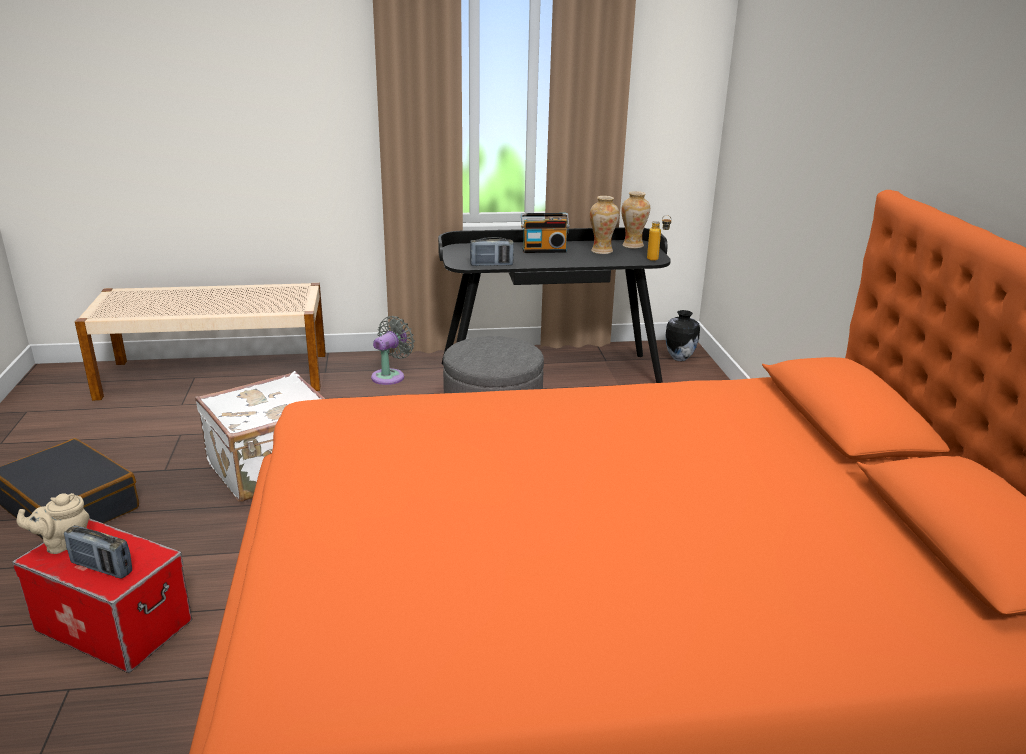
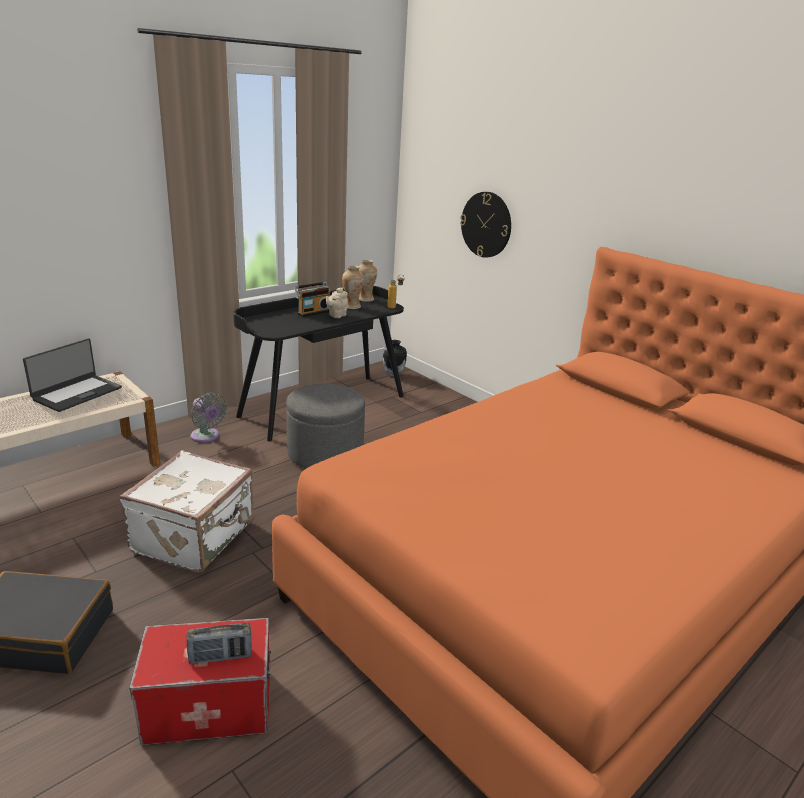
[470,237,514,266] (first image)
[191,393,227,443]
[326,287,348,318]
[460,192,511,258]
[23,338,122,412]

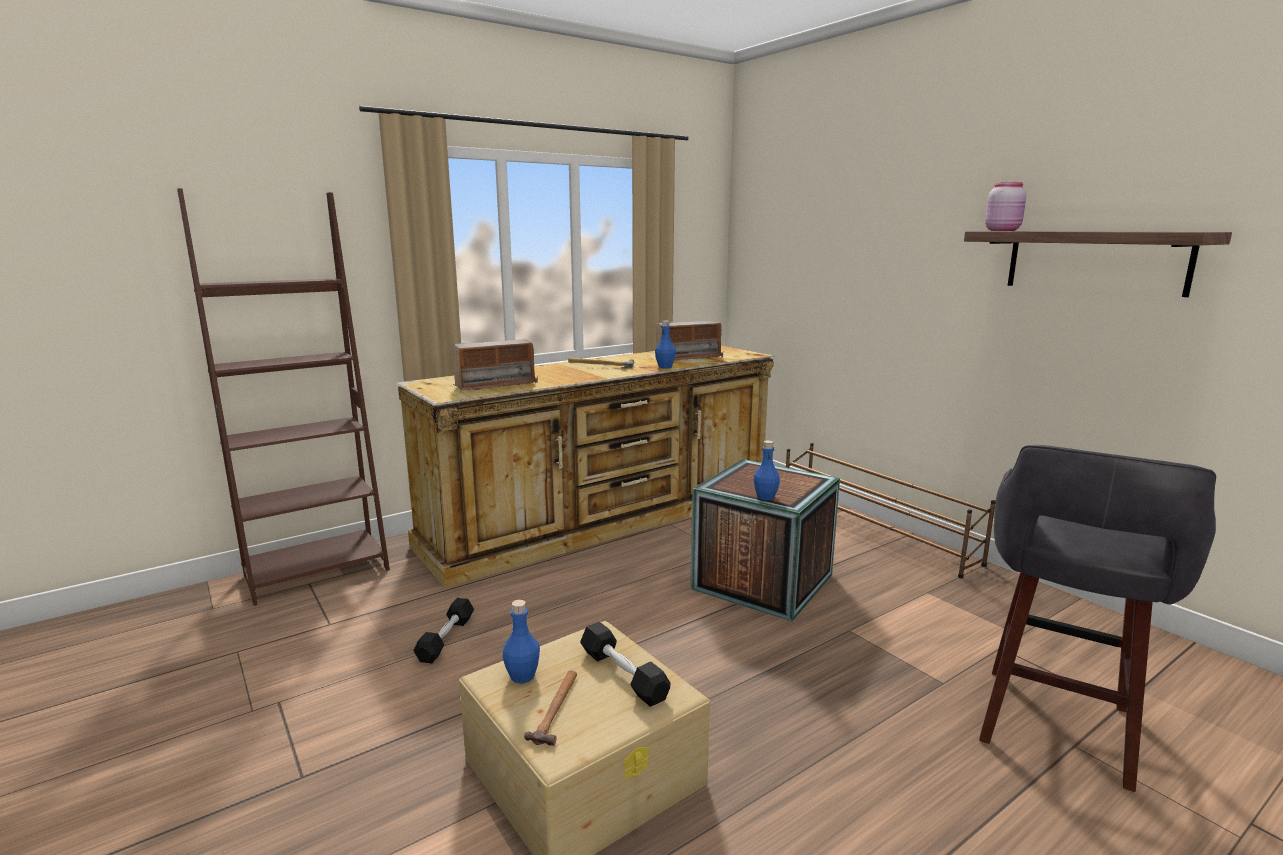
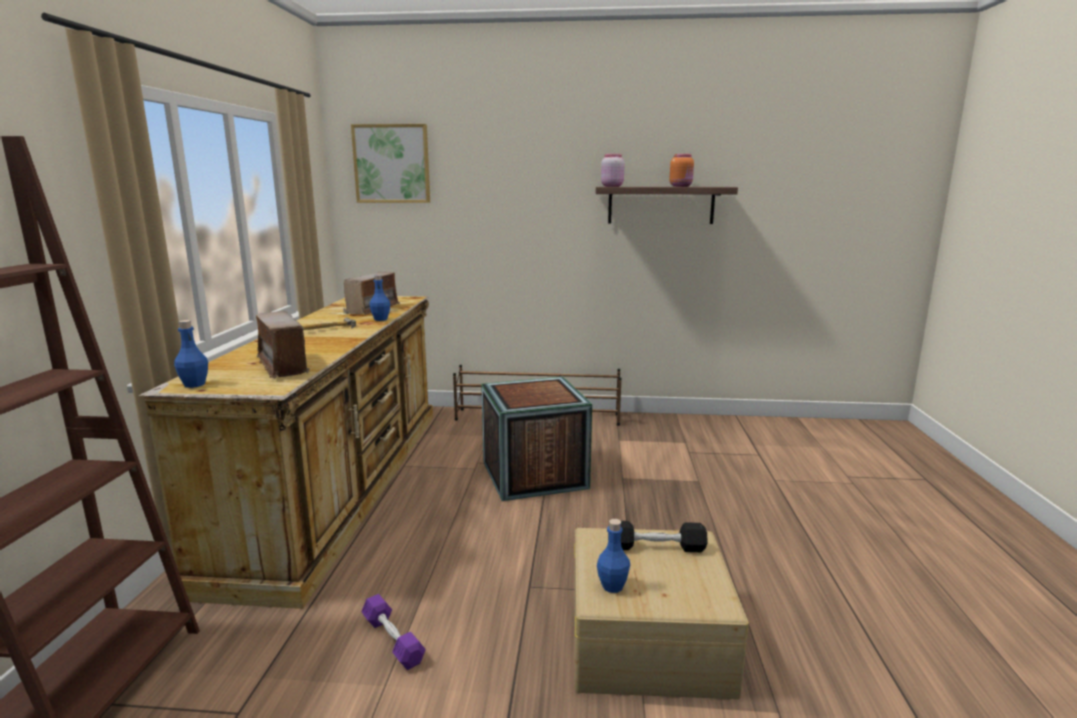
[256,311,311,379]
[174,320,208,388]
[979,445,1216,792] (first image)
[361,594,426,670]
[524,671,577,746] (first image)
[351,124,430,203]
[669,154,694,187]

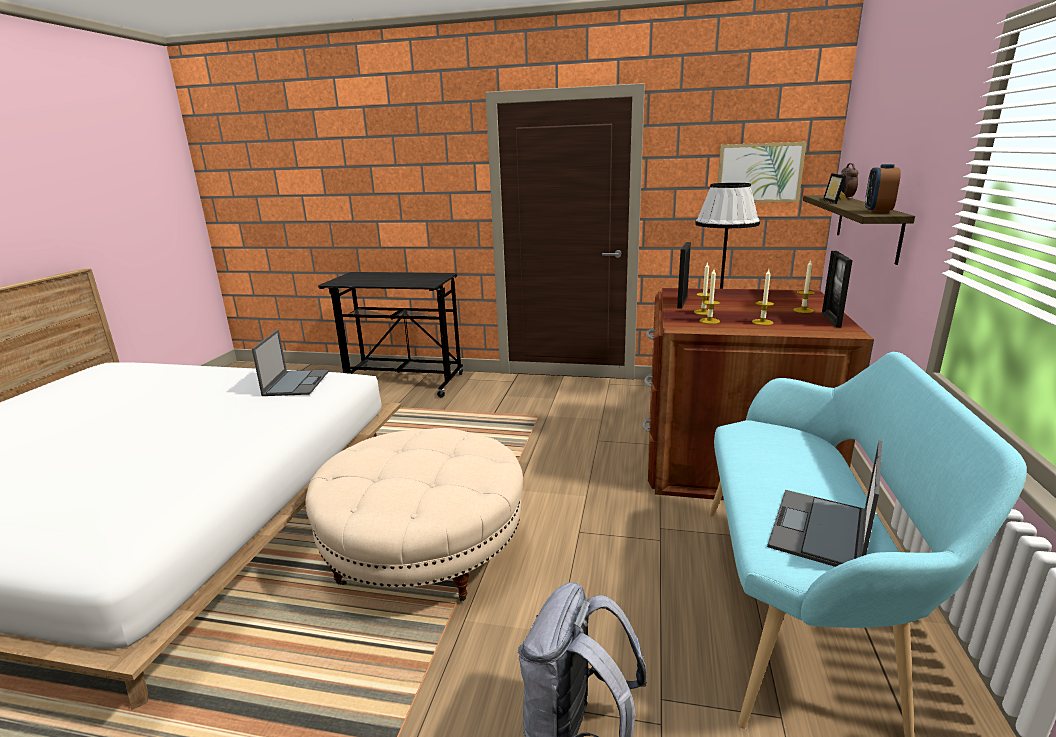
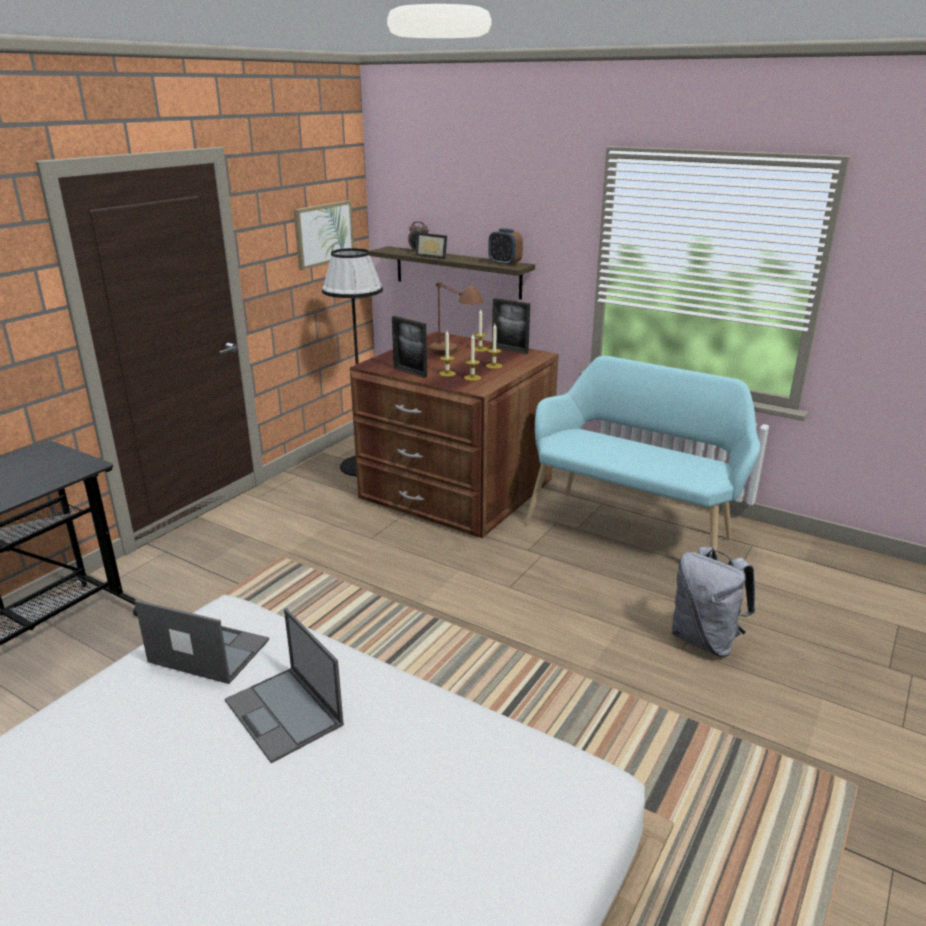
[305,428,523,601] (first image)
[225,608,344,763]
[429,282,484,355]

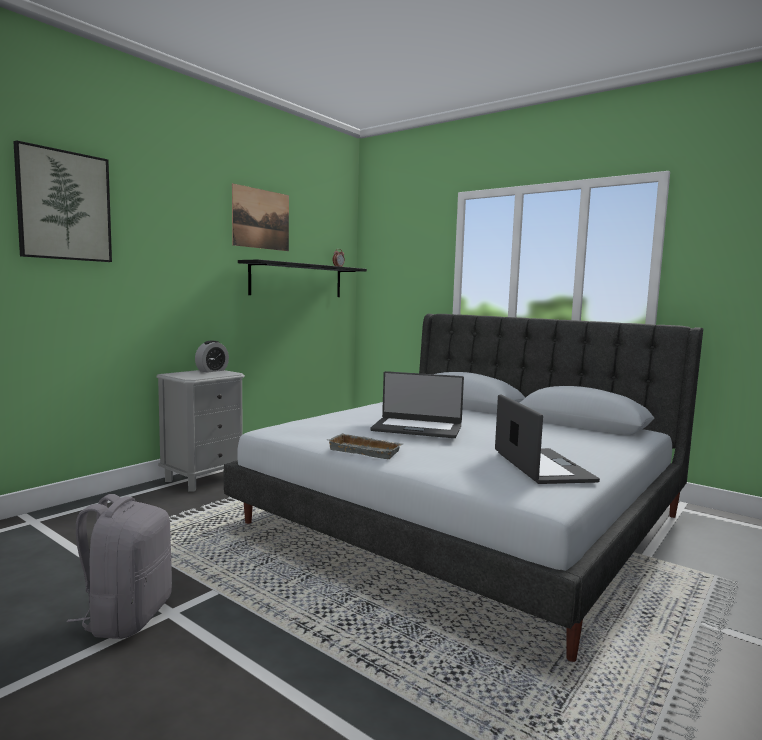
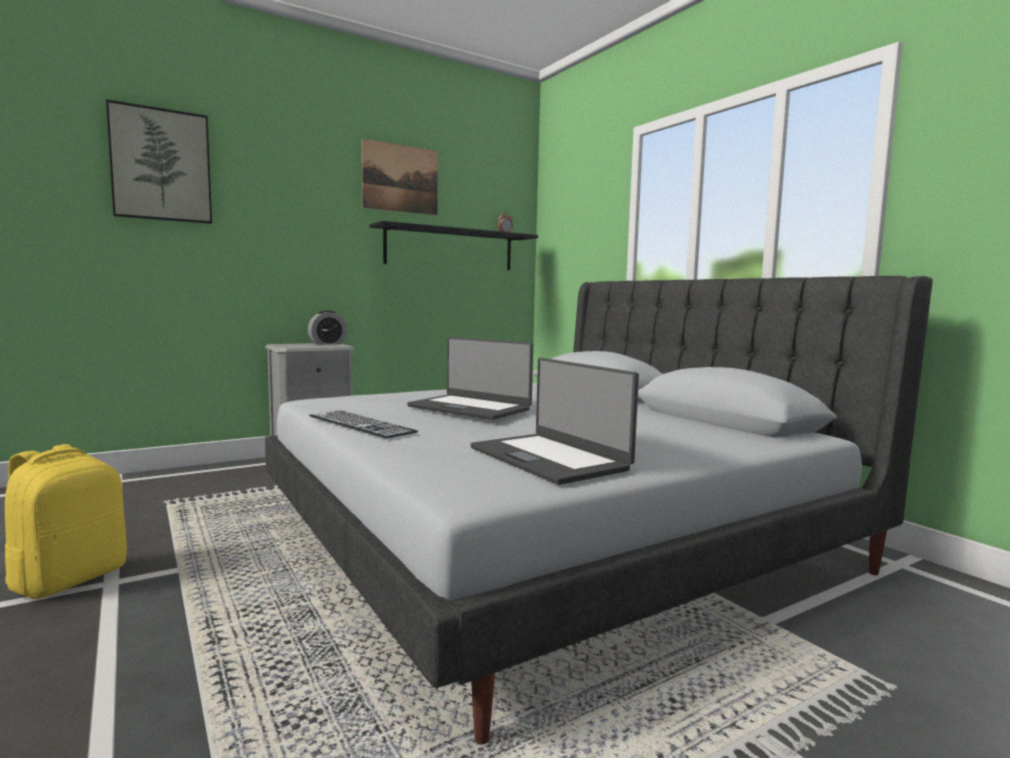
[471,358,639,485]
[309,410,418,438]
[5,444,127,599]

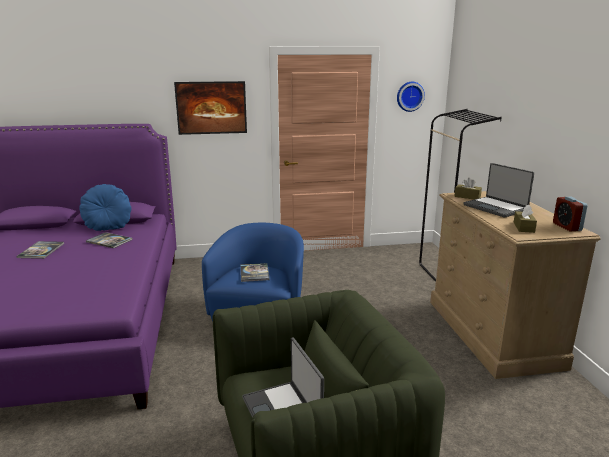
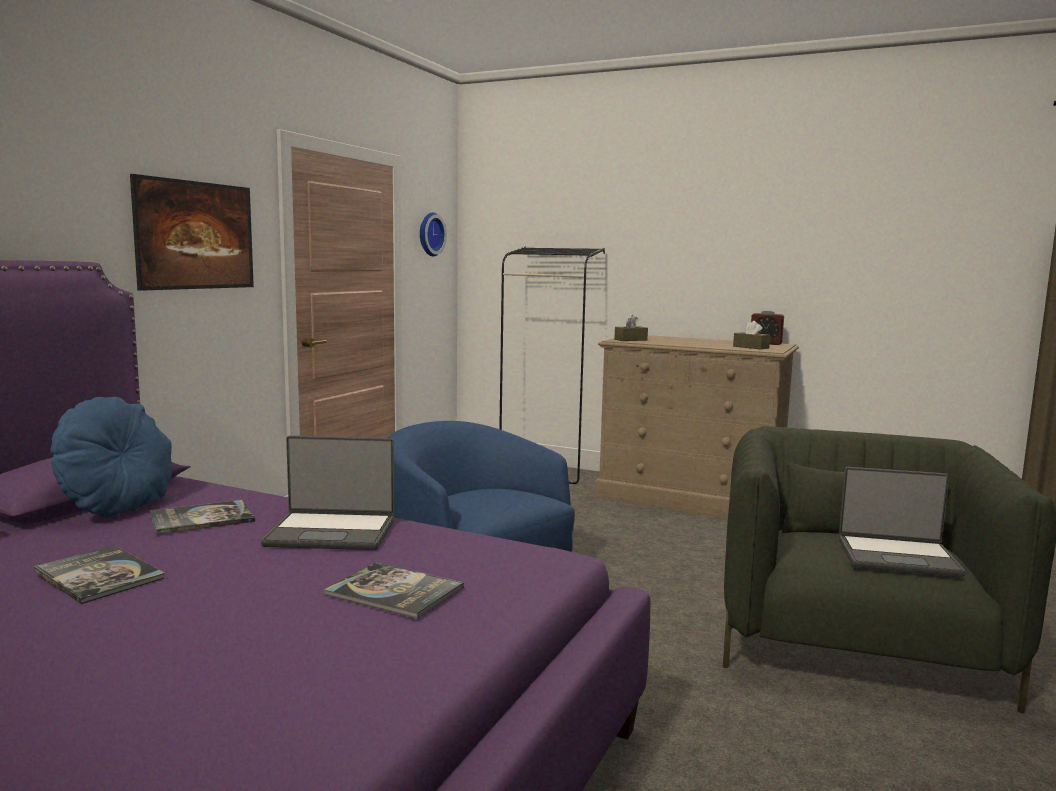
[261,435,395,550]
[324,562,464,619]

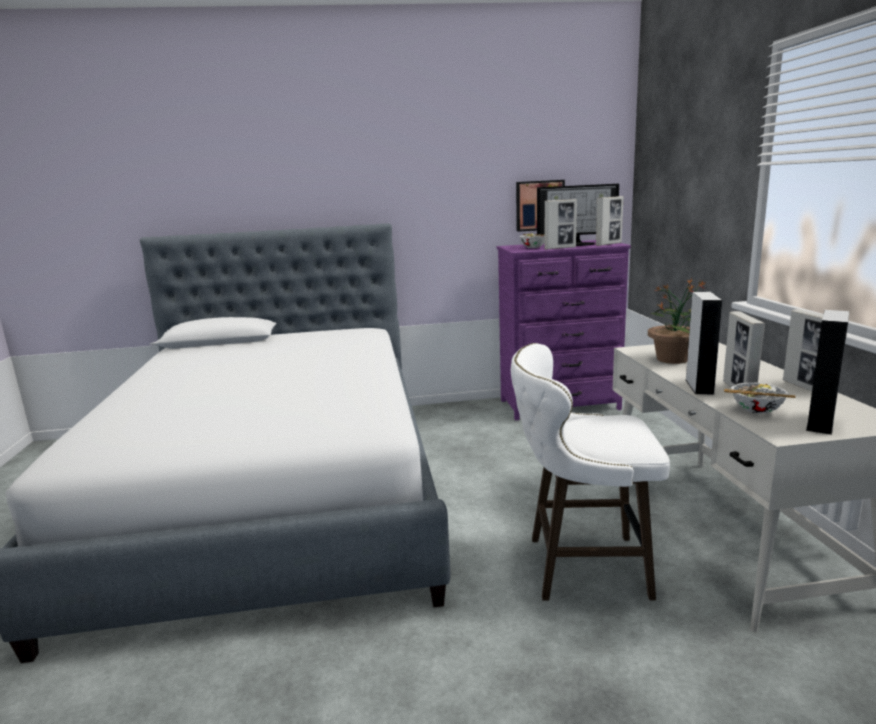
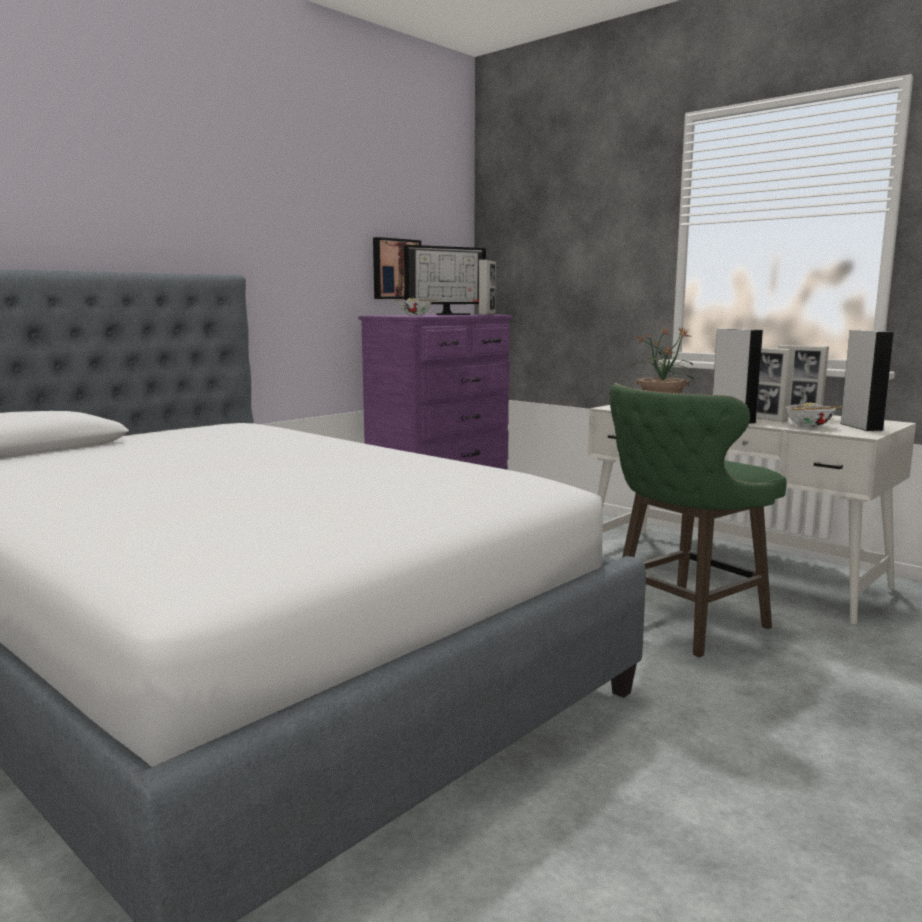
[544,199,577,250] (first image)
[610,383,787,658]

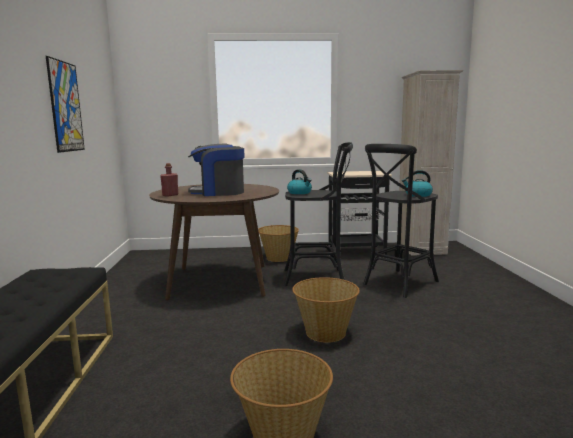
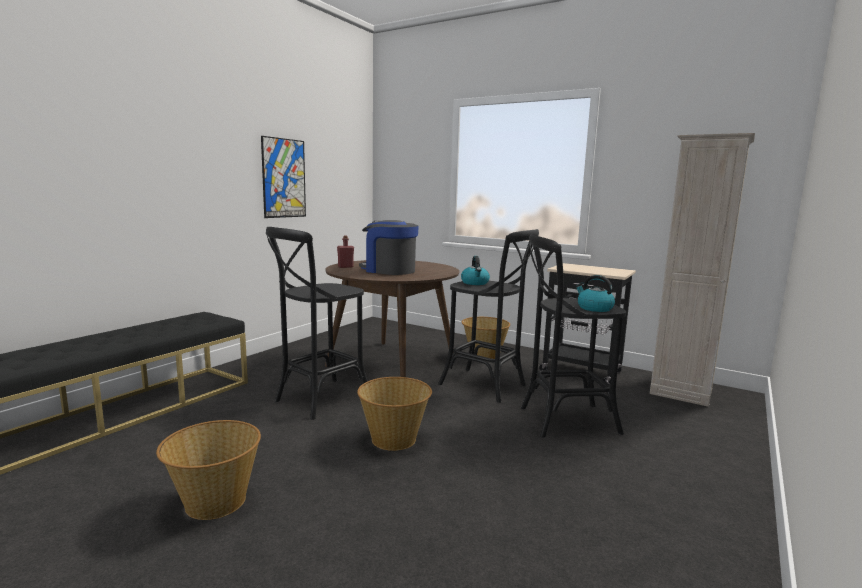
[266,227,368,420]

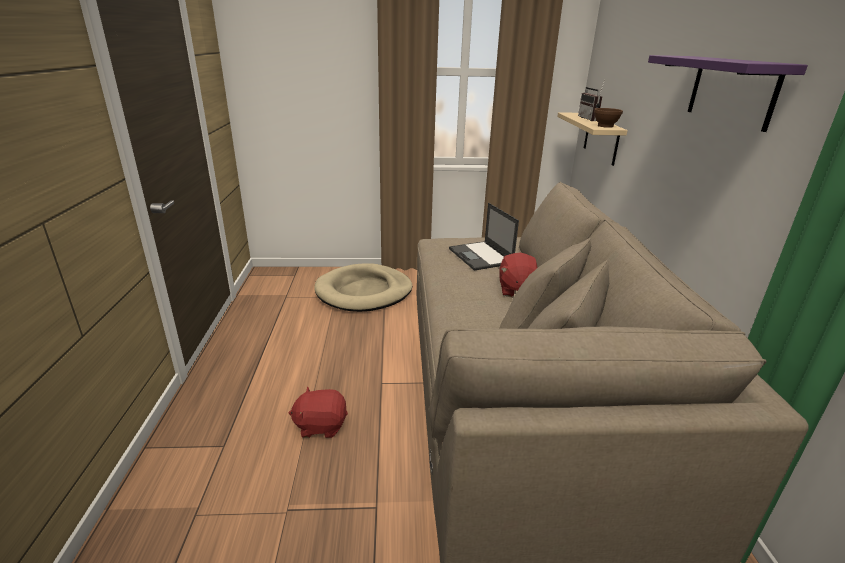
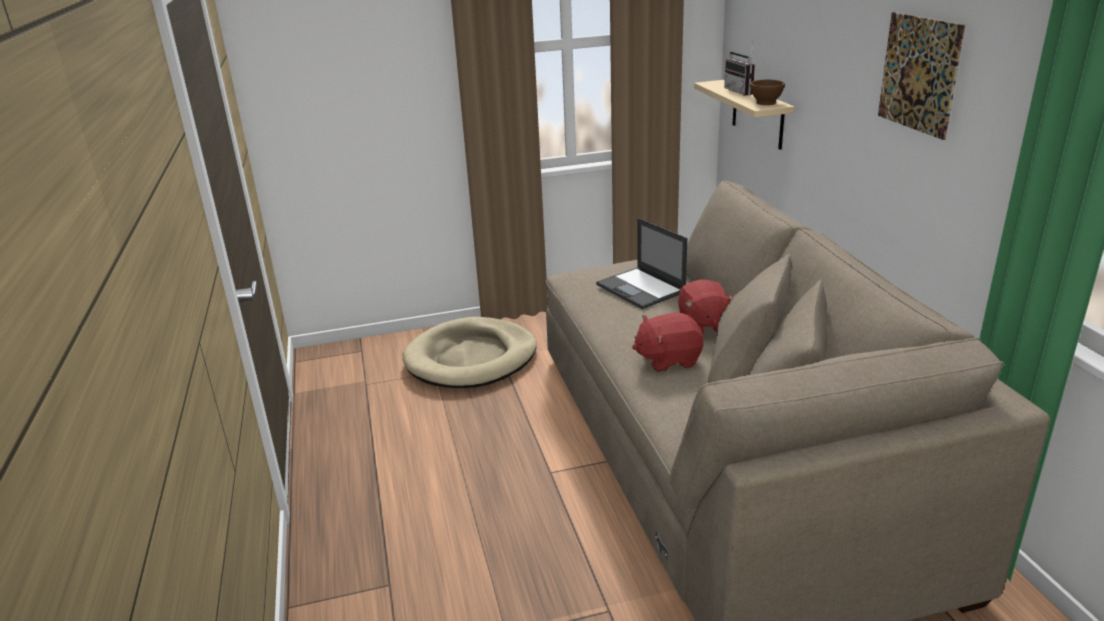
[878,12,965,140]
[632,313,704,372]

